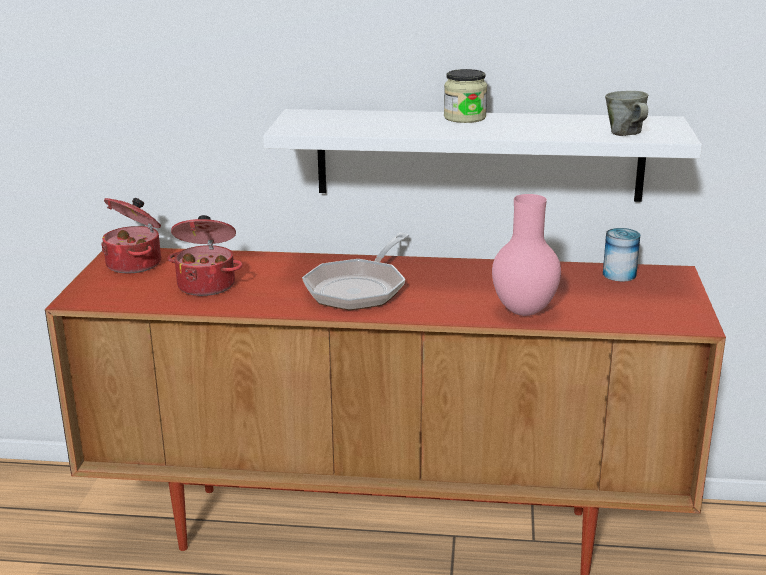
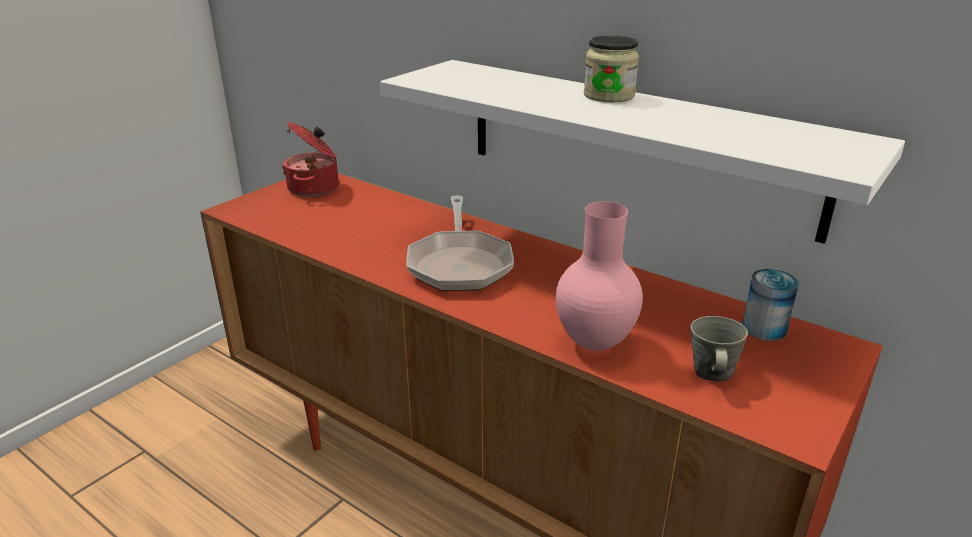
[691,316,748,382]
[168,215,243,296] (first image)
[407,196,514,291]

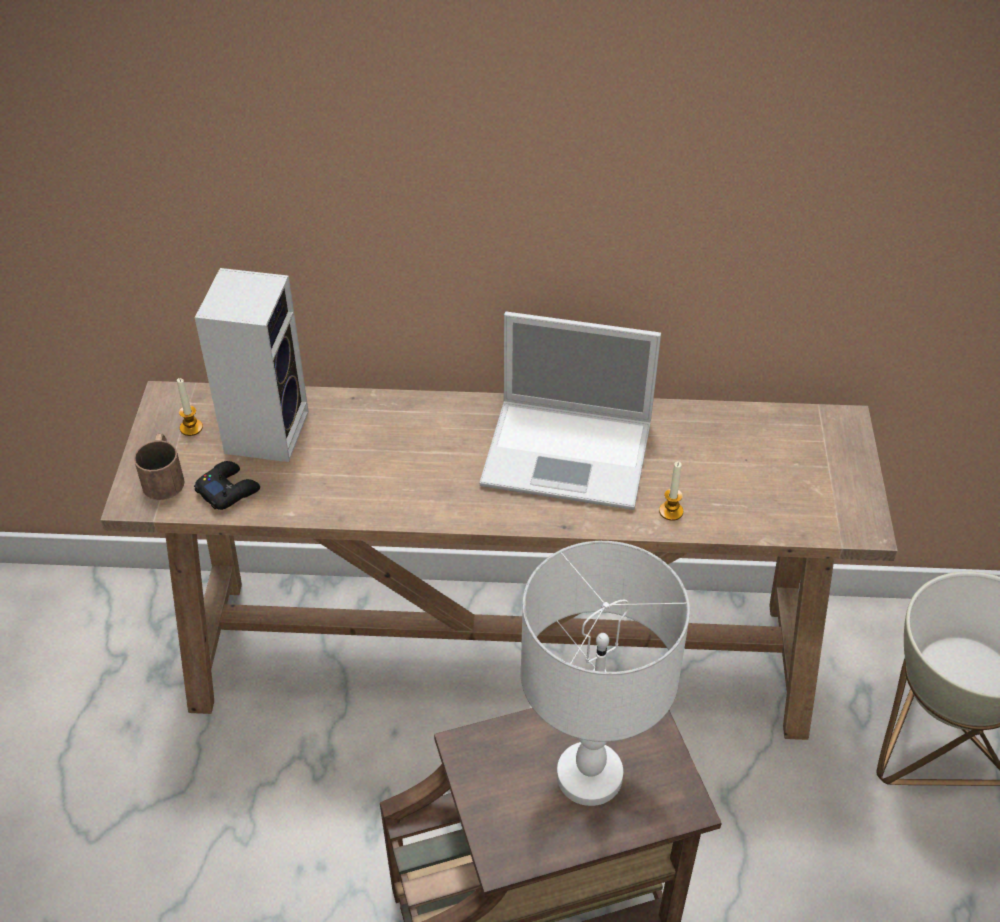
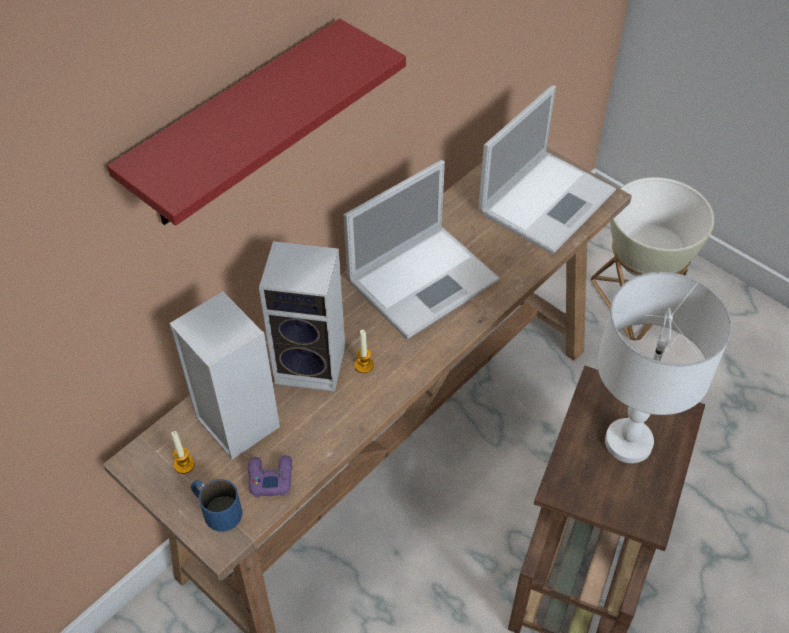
[191,479,242,531]
[248,455,292,497]
[355,330,374,373]
[107,18,406,226]
[478,85,616,254]
[259,241,345,392]

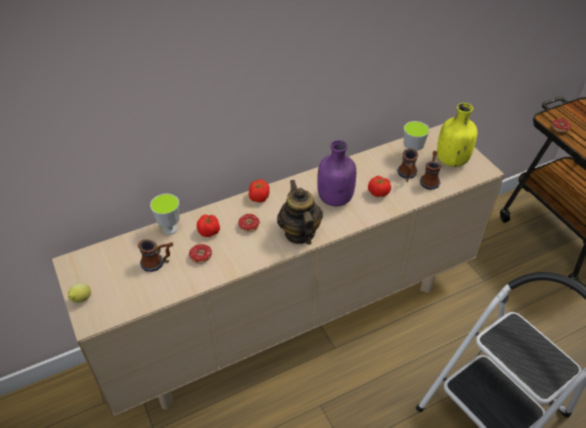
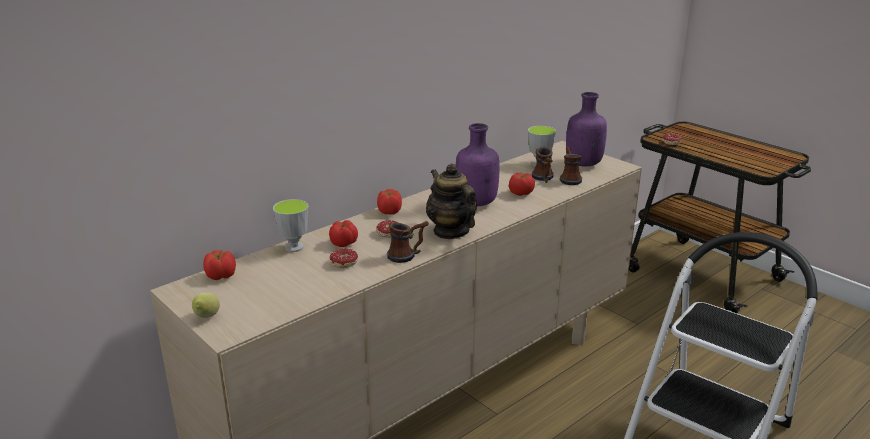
[566,92,607,167]
[387,221,429,263]
[203,249,236,280]

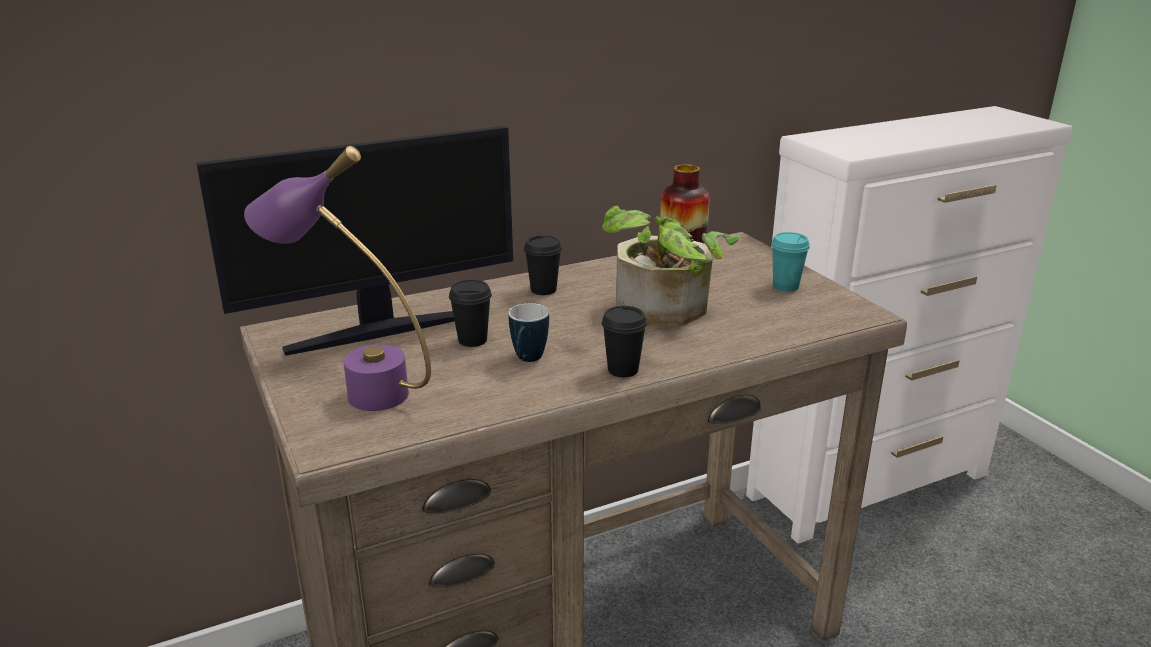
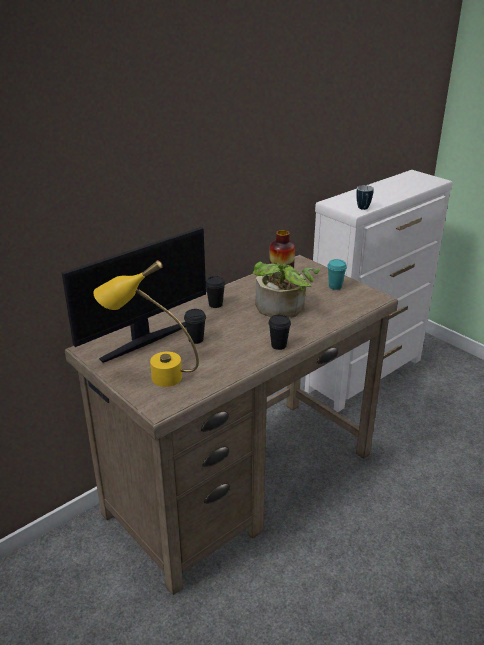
[93,260,199,387]
[356,185,374,210]

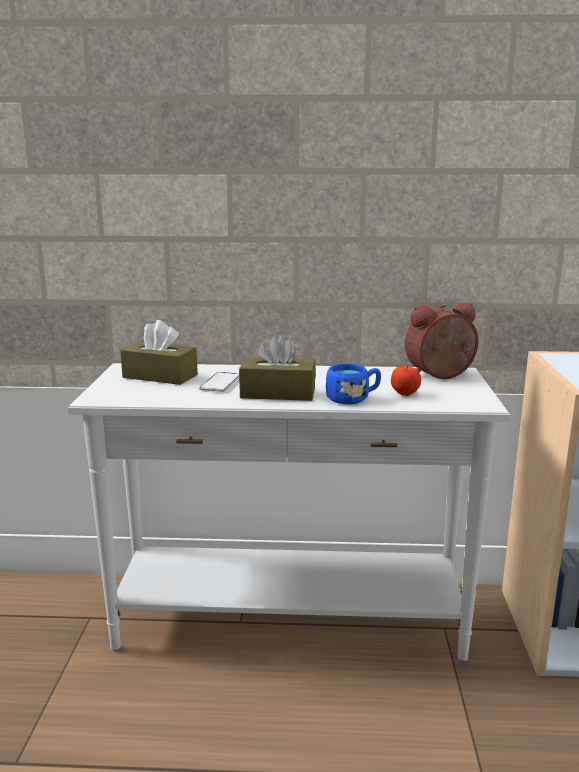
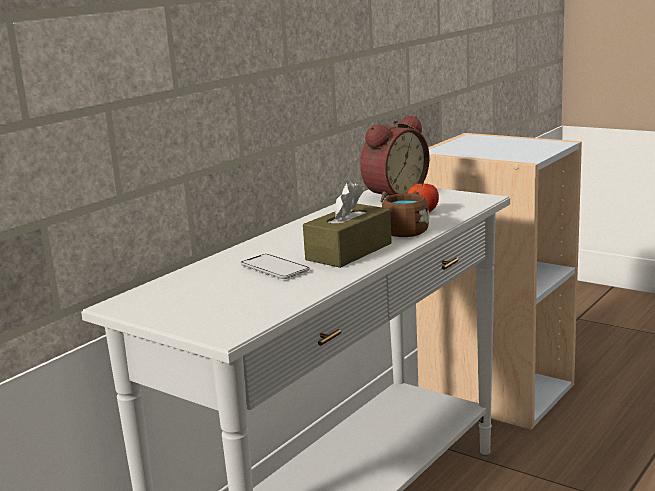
[360,115,429,202]
[120,320,198,385] (first image)
[382,191,429,237]

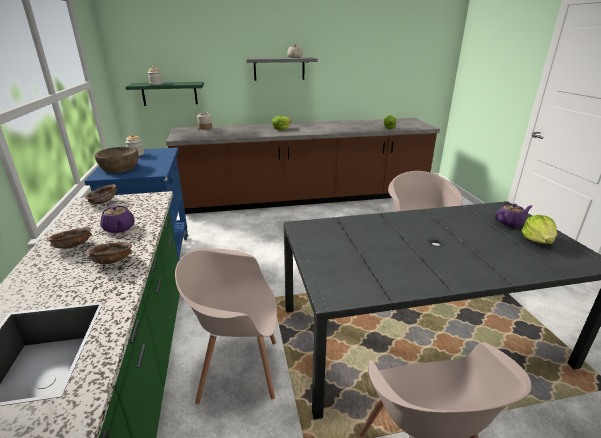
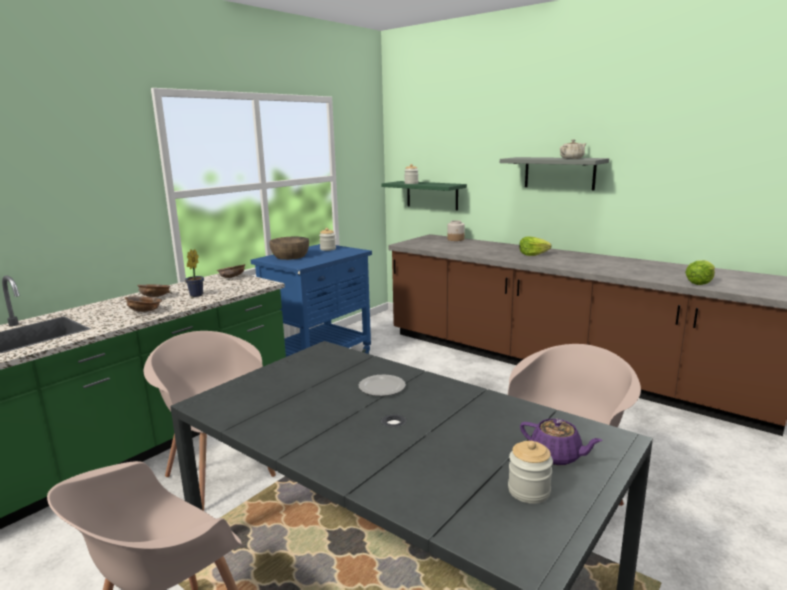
[185,249,204,297]
[508,441,553,504]
[359,375,406,396]

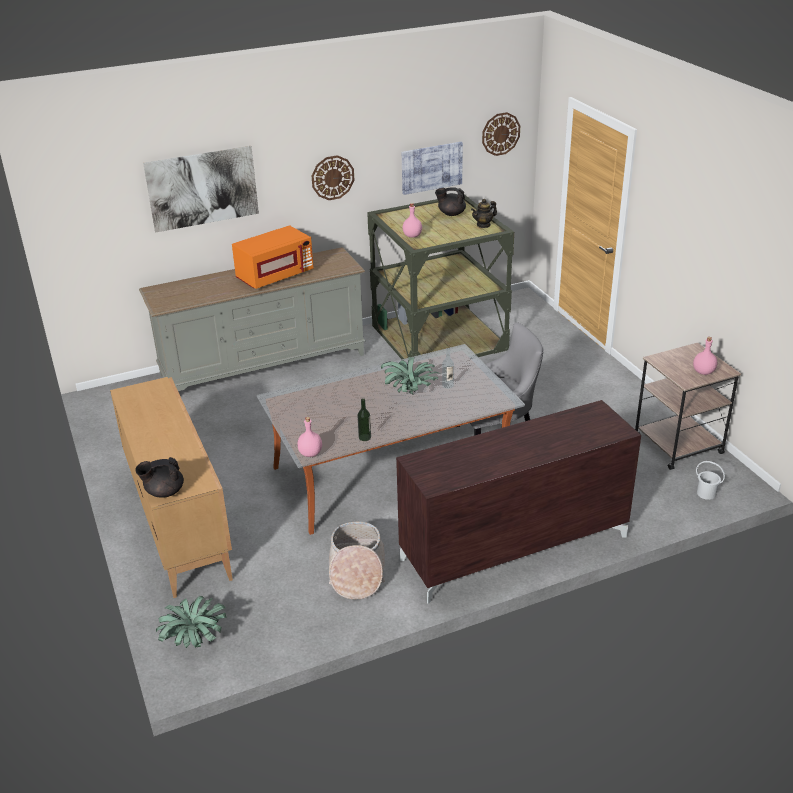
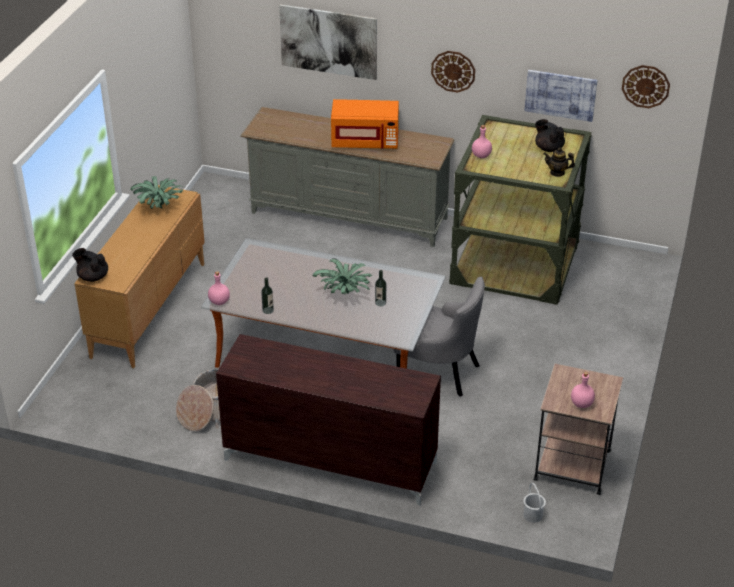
[130,176,183,209]

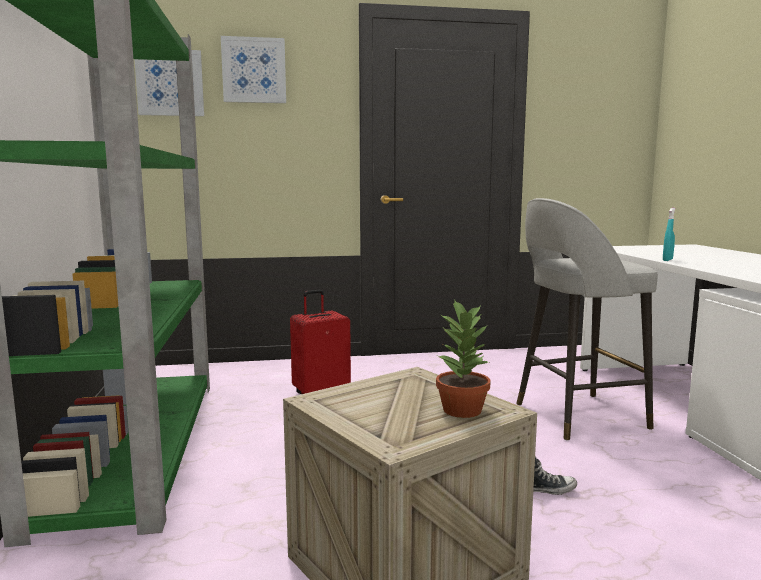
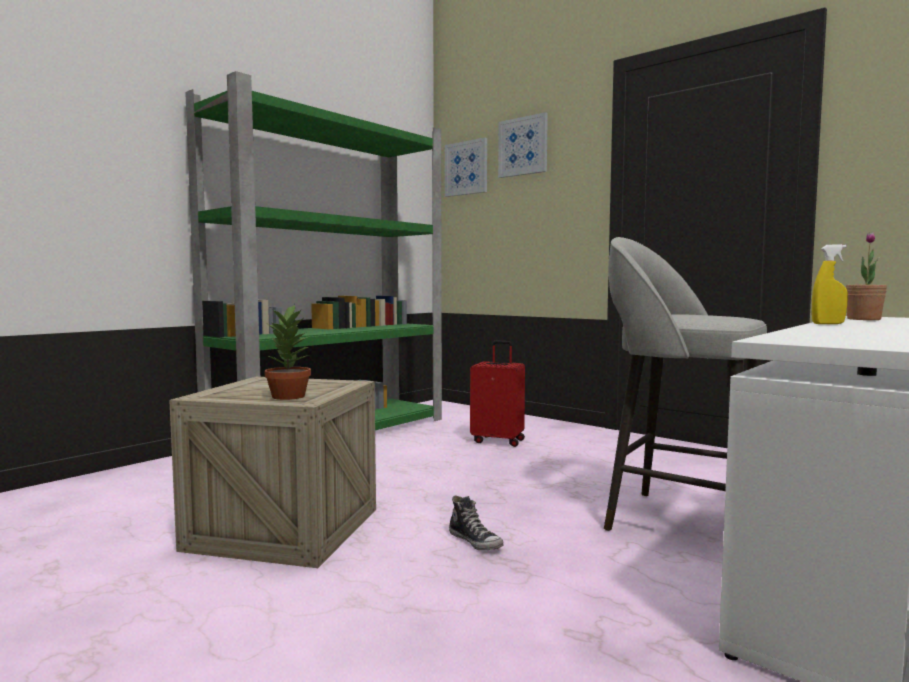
[812,244,848,324]
[846,232,887,320]

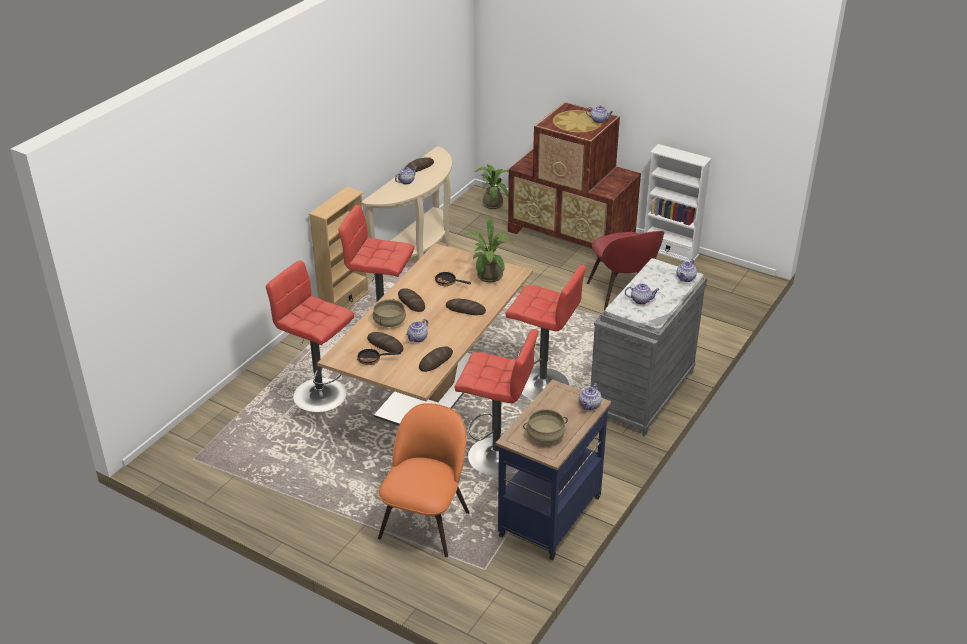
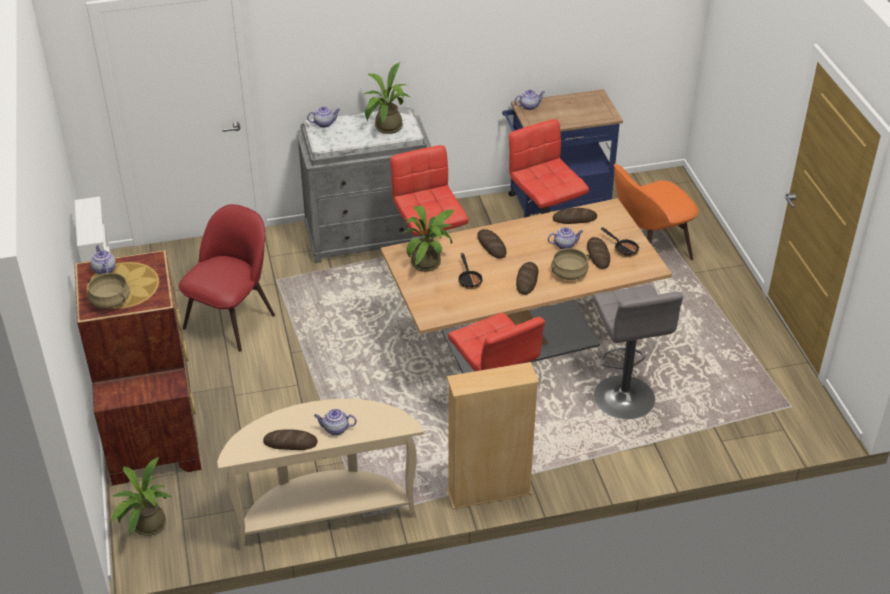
[592,285,683,419]
[363,62,410,134]
[88,273,130,309]

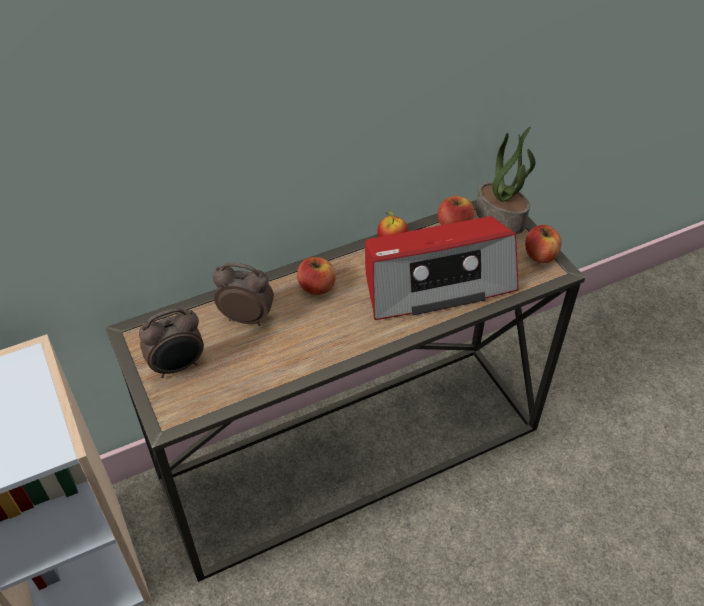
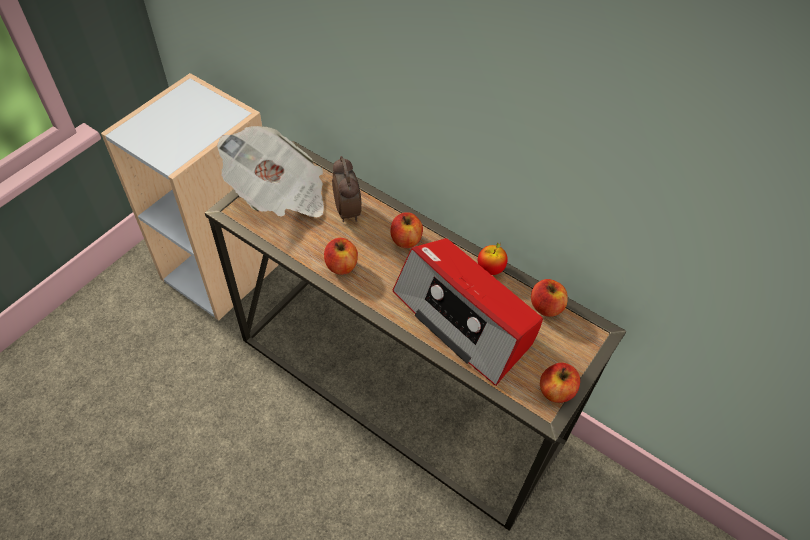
[476,127,536,234] (first image)
[217,126,324,217]
[324,238,358,275]

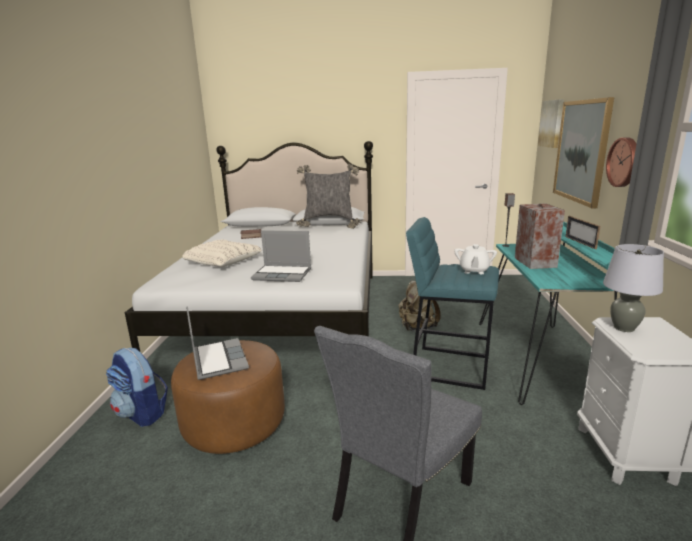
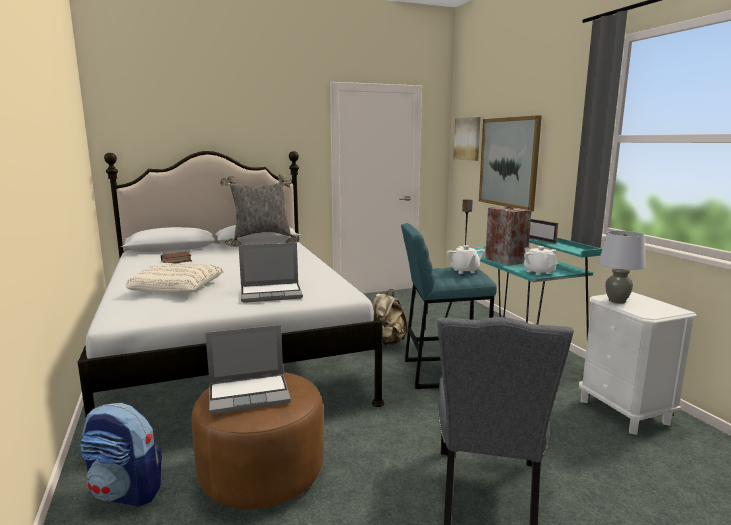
[606,137,636,187] (first image)
[205,325,291,414]
[524,246,557,276]

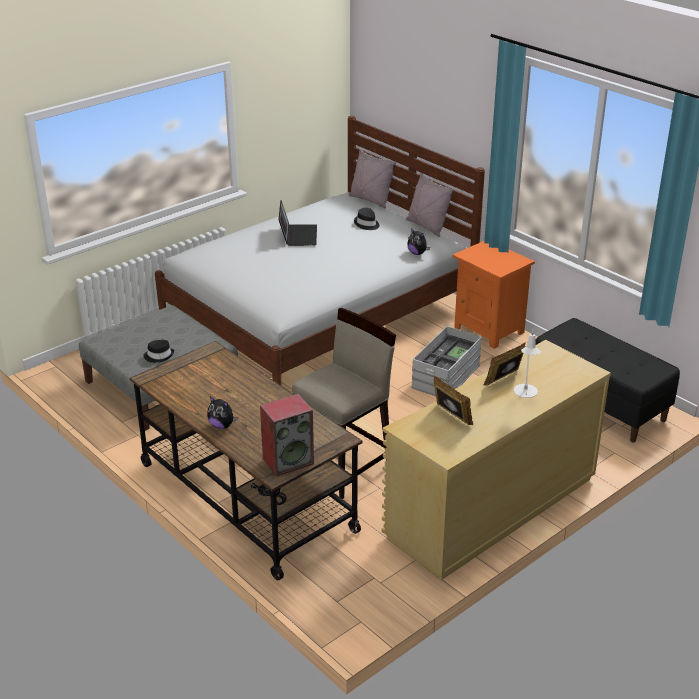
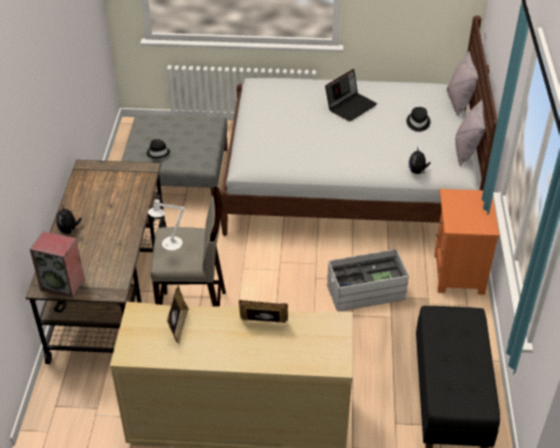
[148,196,185,251]

